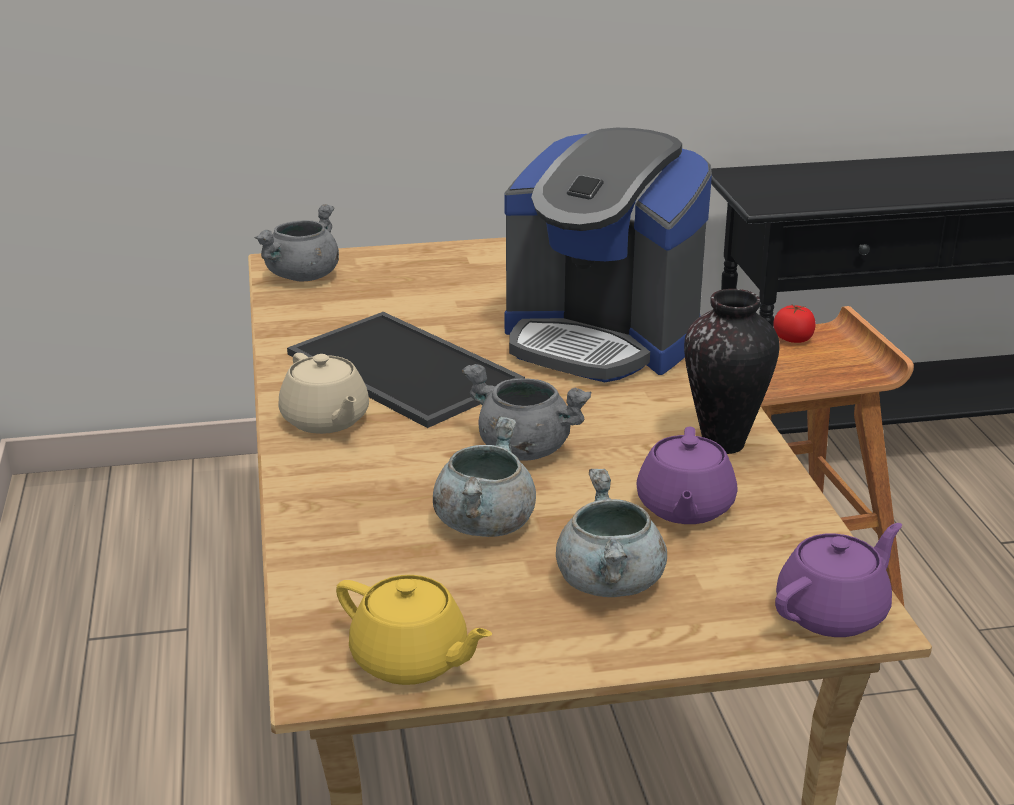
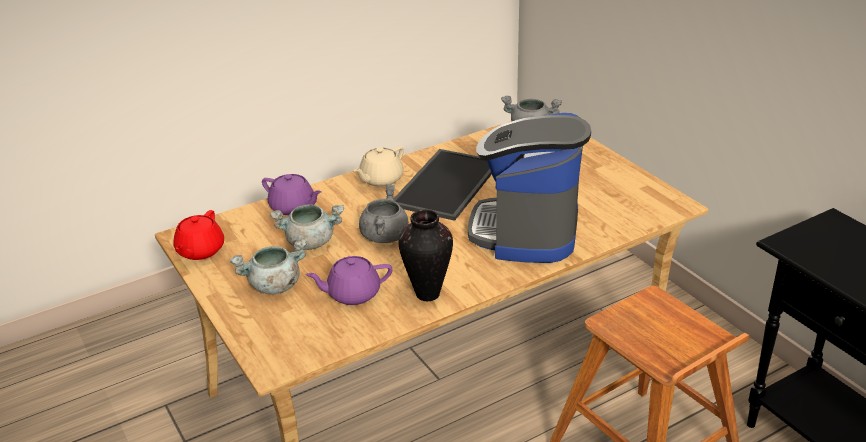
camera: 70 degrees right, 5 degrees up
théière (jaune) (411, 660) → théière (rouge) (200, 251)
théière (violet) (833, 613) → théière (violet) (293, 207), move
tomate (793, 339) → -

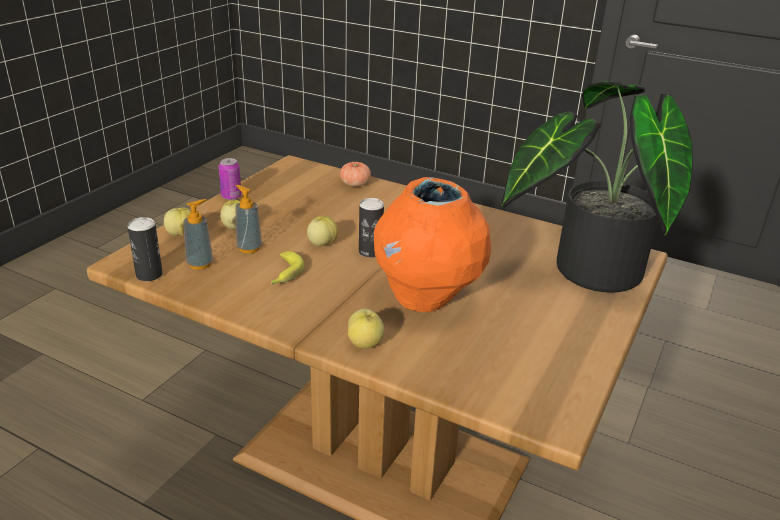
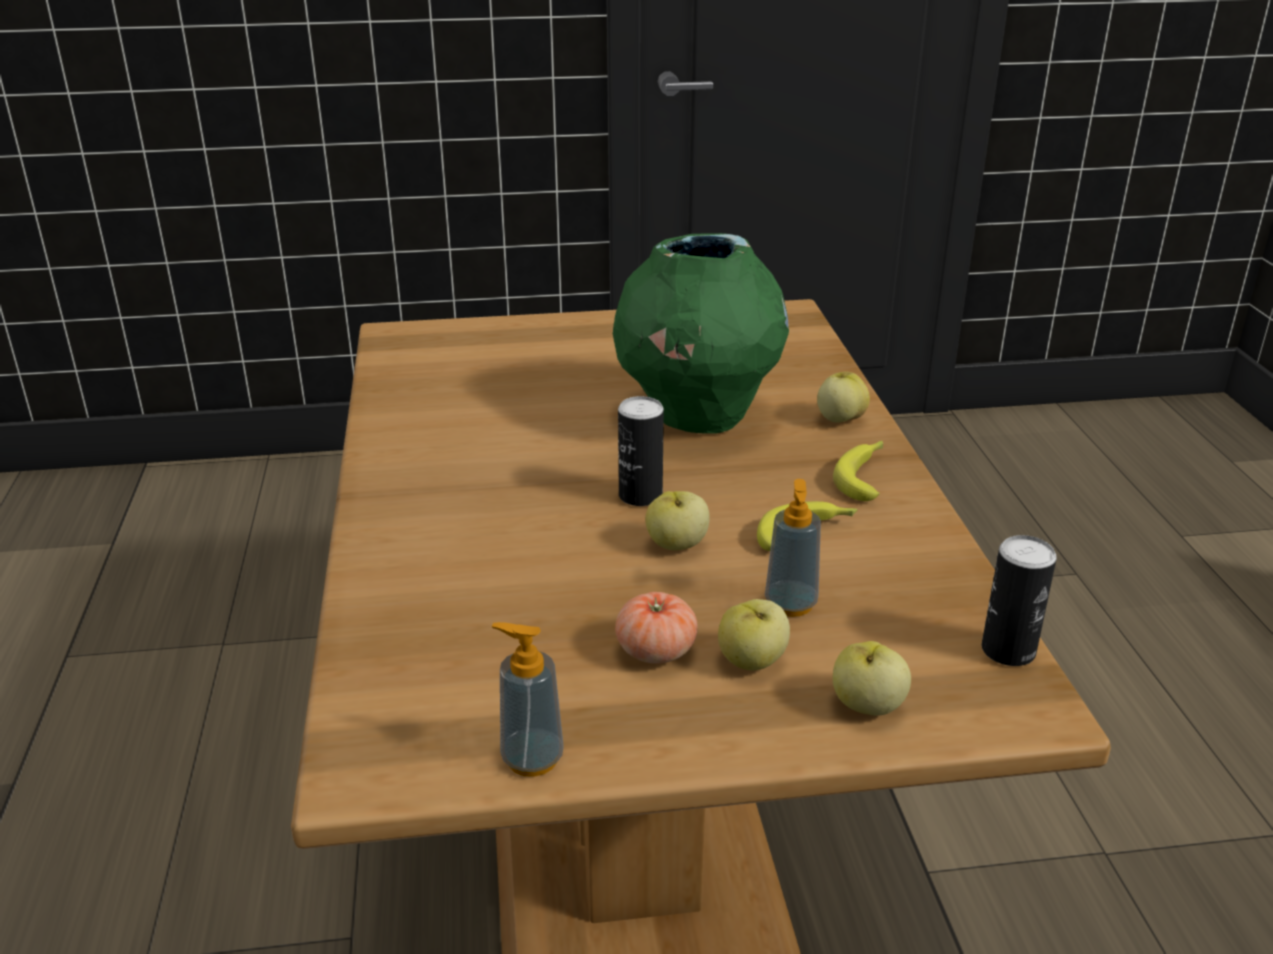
camera: 125 degrees left, 0 degrees up
distributeur de savon (200, 264) → distributeur de savon (532, 758), move
vase (orange) (426, 299) → vase (vert) (697, 417)
tomate (355, 184) → tomate (656, 650), move
- → banane (865, 476)
boîte métallique (231, 196) → -
plante en pot (587, 269) → -

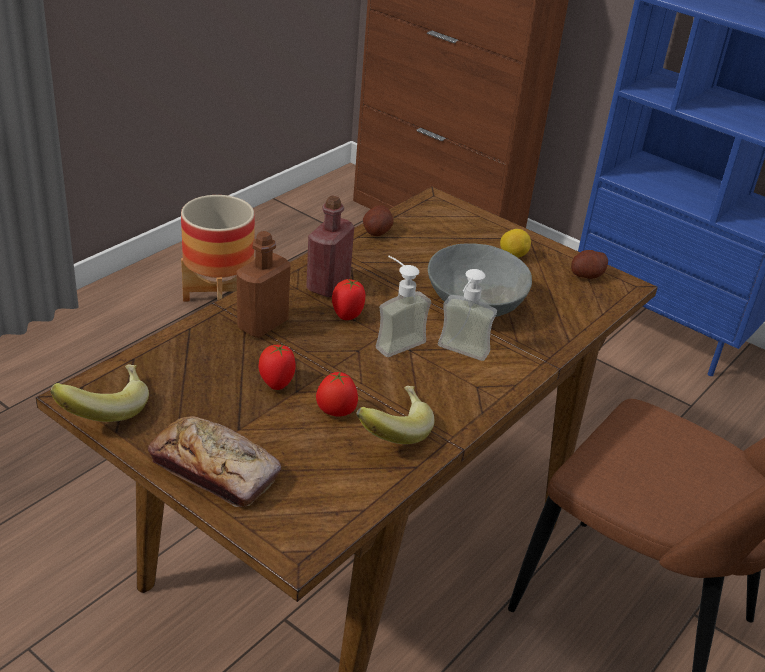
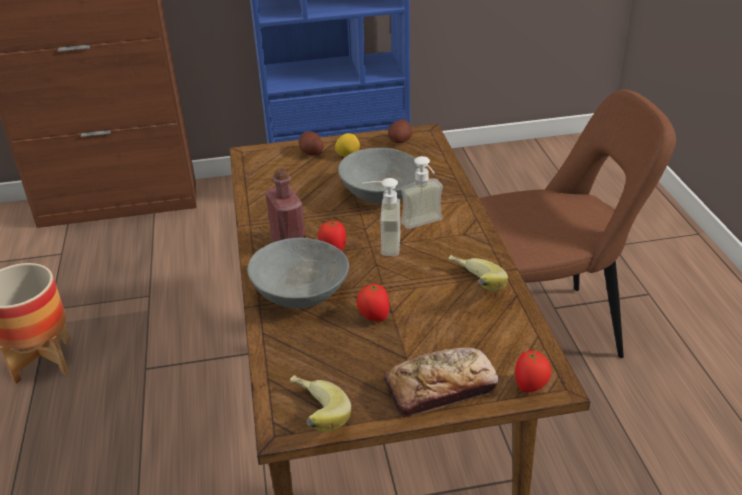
camera: 45 degrees left, 0 degrees up
bouteille (marron) (262, 324) → bol (gris) (299, 294)
pomme de terre (376, 231) → pomme de terre (311, 152), move
tomate (336, 412) → tomate (530, 386), move

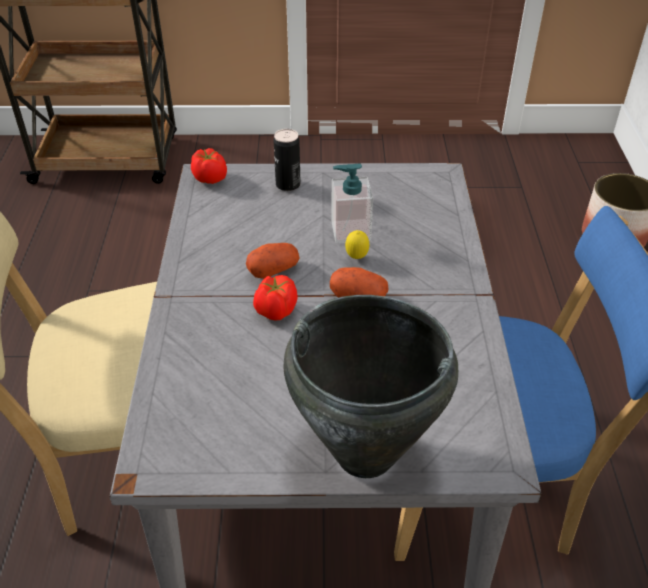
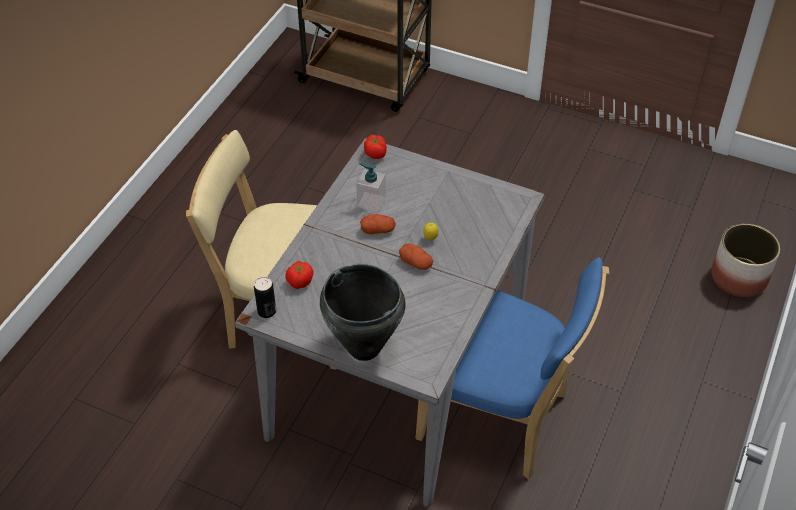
camera: 25 degrees right, 5 degrees up
boîte métallique (288, 184) → boîte métallique (267, 311), move
tomate (275, 310) → tomate (299, 282), move
distributeur de savon (350, 231) → distributeur de savon (371, 202), move

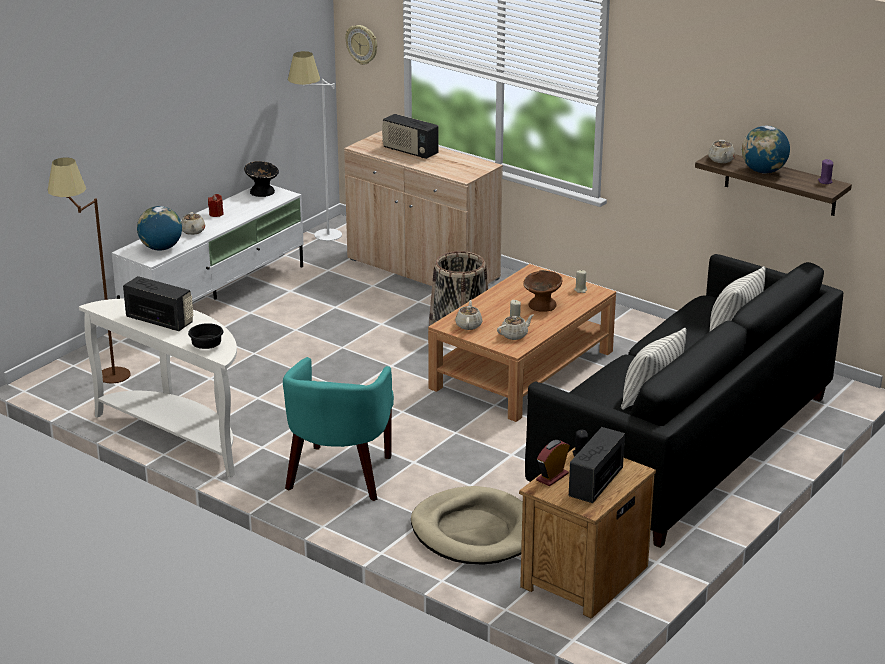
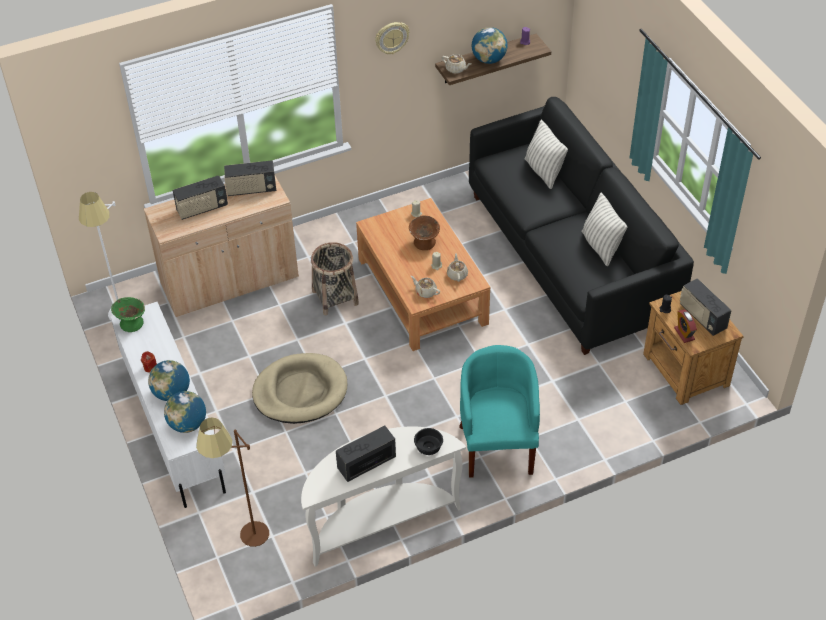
camera: 60 degrees left, 20 degrees up
bol (noir) (262, 192) → bol (vert) (131, 323)
théière (beige) (193, 231) → globe (172, 393)
- → radio (251, 189)
panier pour chien (beige) (475, 531) → panier pour chien (beige) (300, 391), move
horloge murale (362, 44) → horloge murale (391, 37), move
fauteuil (turquoise) (340, 476) → fauteuil (turquoise) (497, 445), 135 degrees counterclockwise

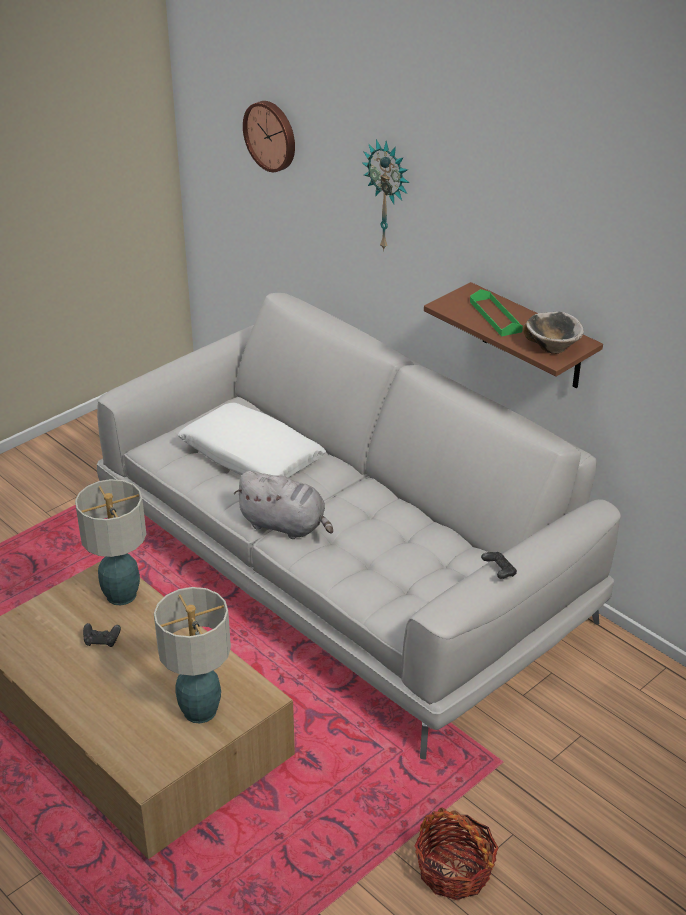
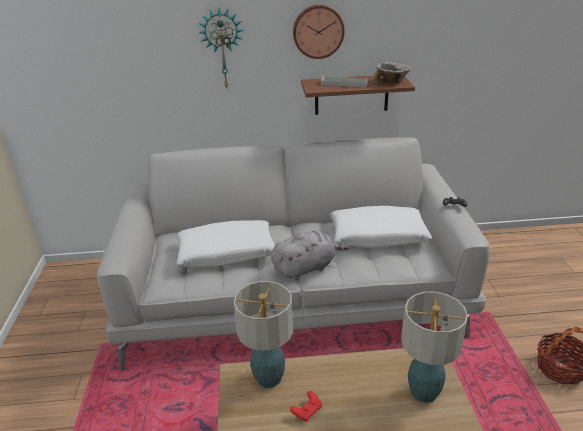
camera: 50 degrees left, 5 degrees down
manette (noir) (102, 641) → manette (rouge) (307, 411)
horloge murale (271, 135) → horloge murale (318, 31), move
plateau (vert) (495, 316) → plateau (gris) (344, 83)
- → coussin (blanc) (378, 236)

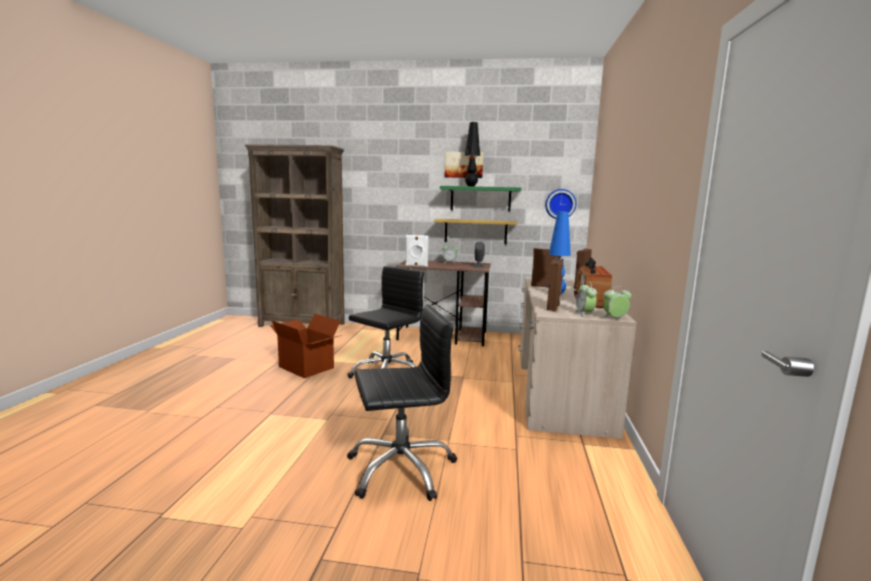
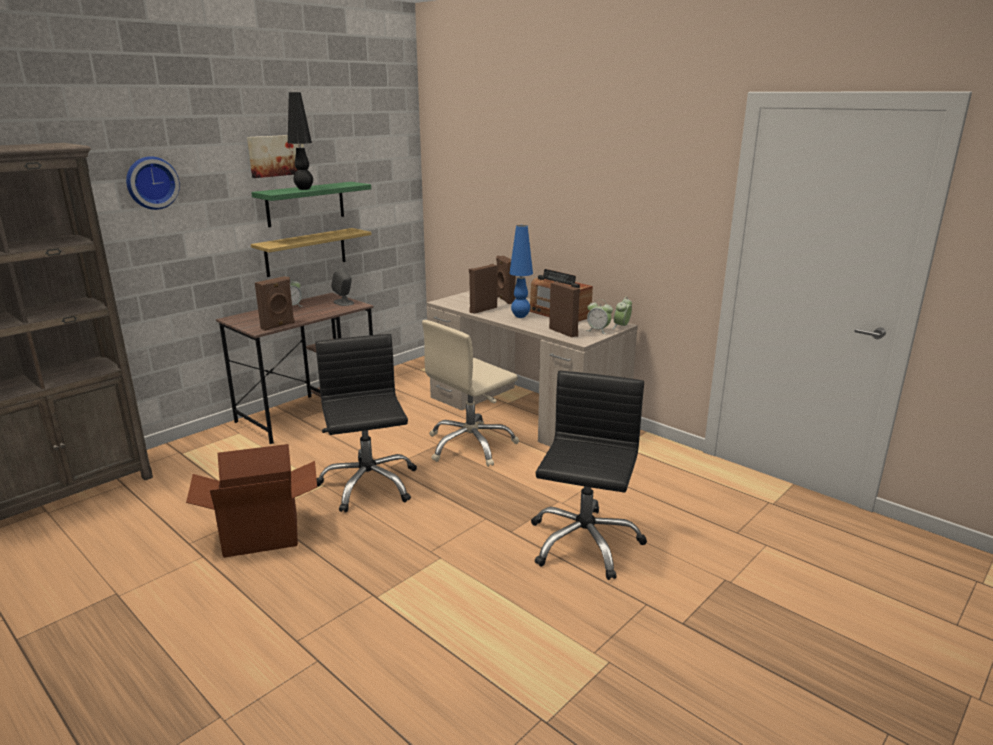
camera: 55 degrees left, 10 degrees up
horloge murale (560, 204) → horloge murale (151, 182), move
enceinte (blanc) (416, 266) → enceinte (marron) (278, 326)
- → chaise de bureau (beige) (471, 445)

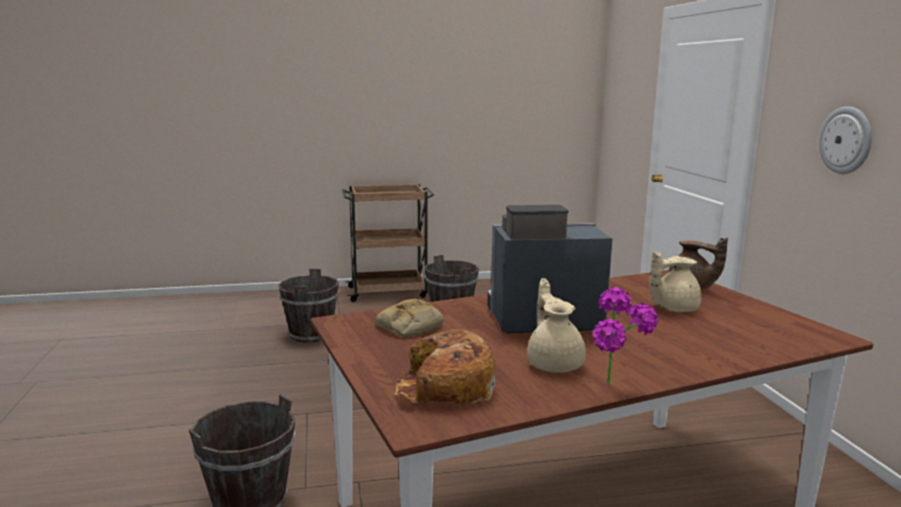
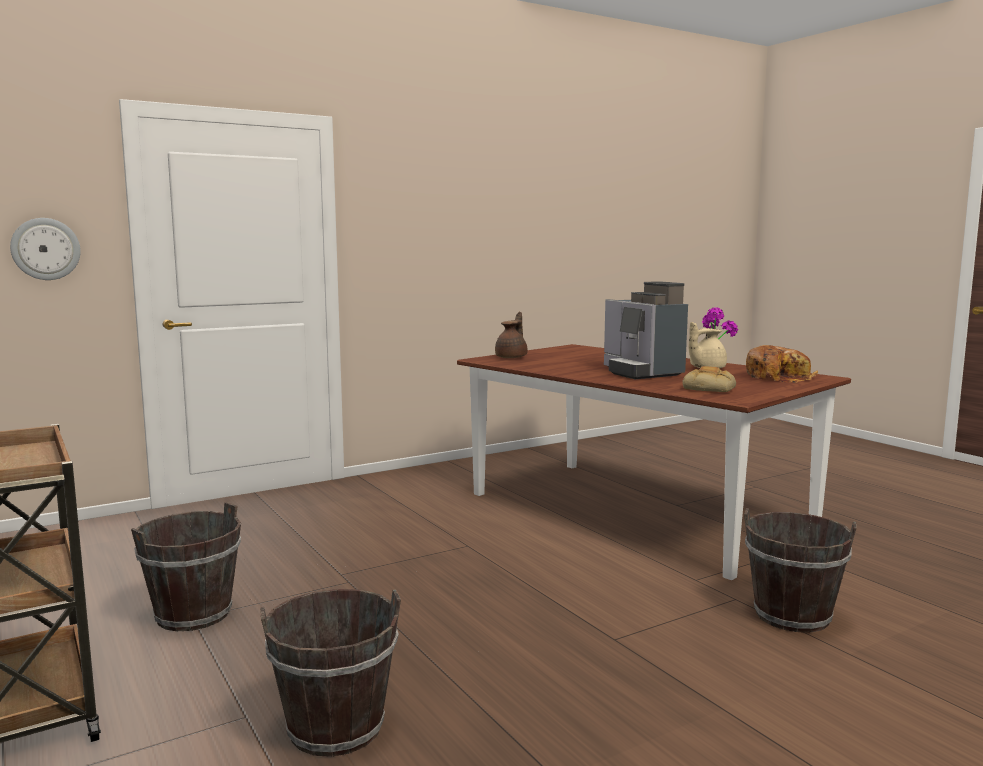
camera: 110 degrees left, 5 degrees down
horloge murale (846, 140) → horloge murale (46, 249), move
théière (beige) (672, 308) → -

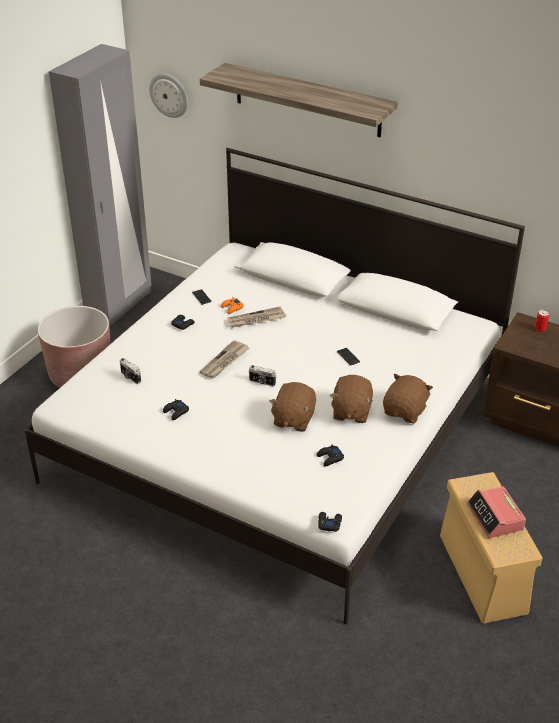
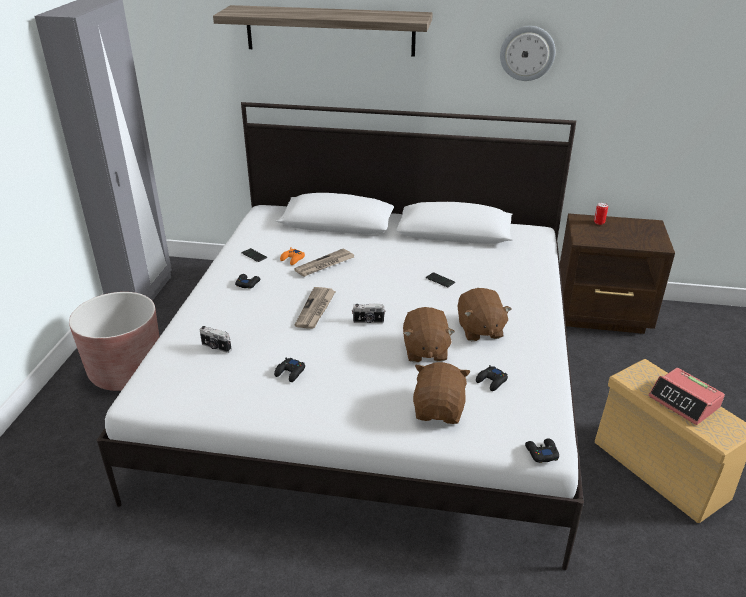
camera: 20 degrees left, 5 degrees down
peluche (marron) (405, 411) → peluche (marron) (439, 410), move
horloge murale (169, 95) → horloge murale (527, 53), move

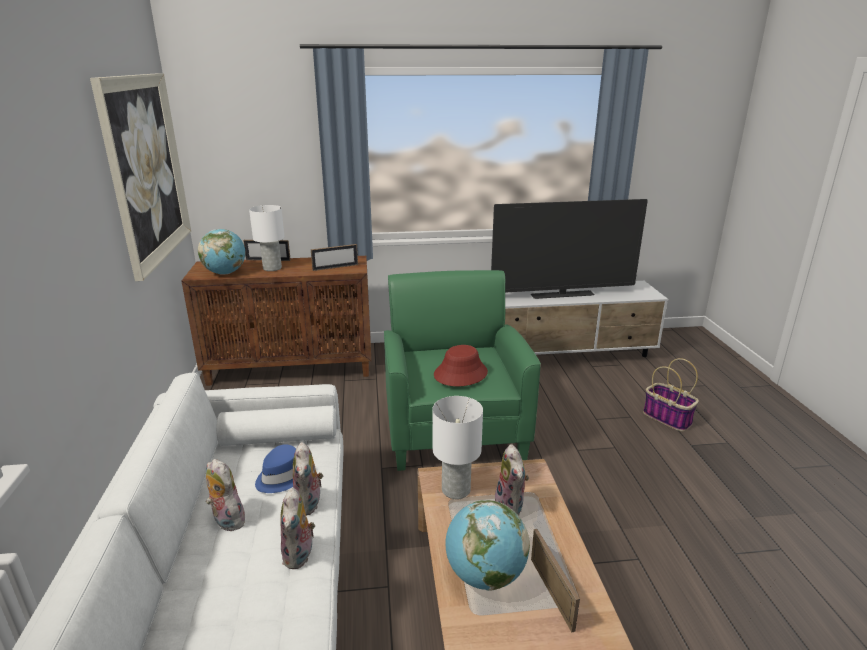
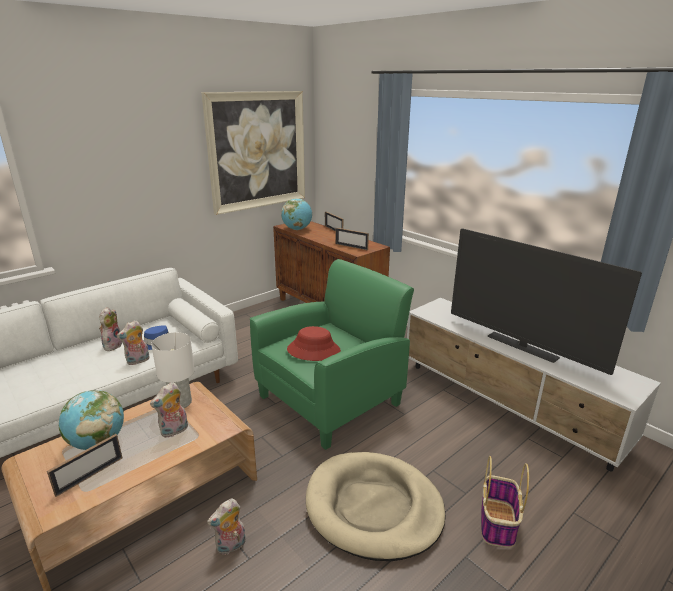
camera: 55 degrees right, 0 degrees up
peluche (300, 556) → peluche (231, 546), move
- → panier pour chien (beige) (373, 507)
lampe de table (blanc) (273, 268) → -

